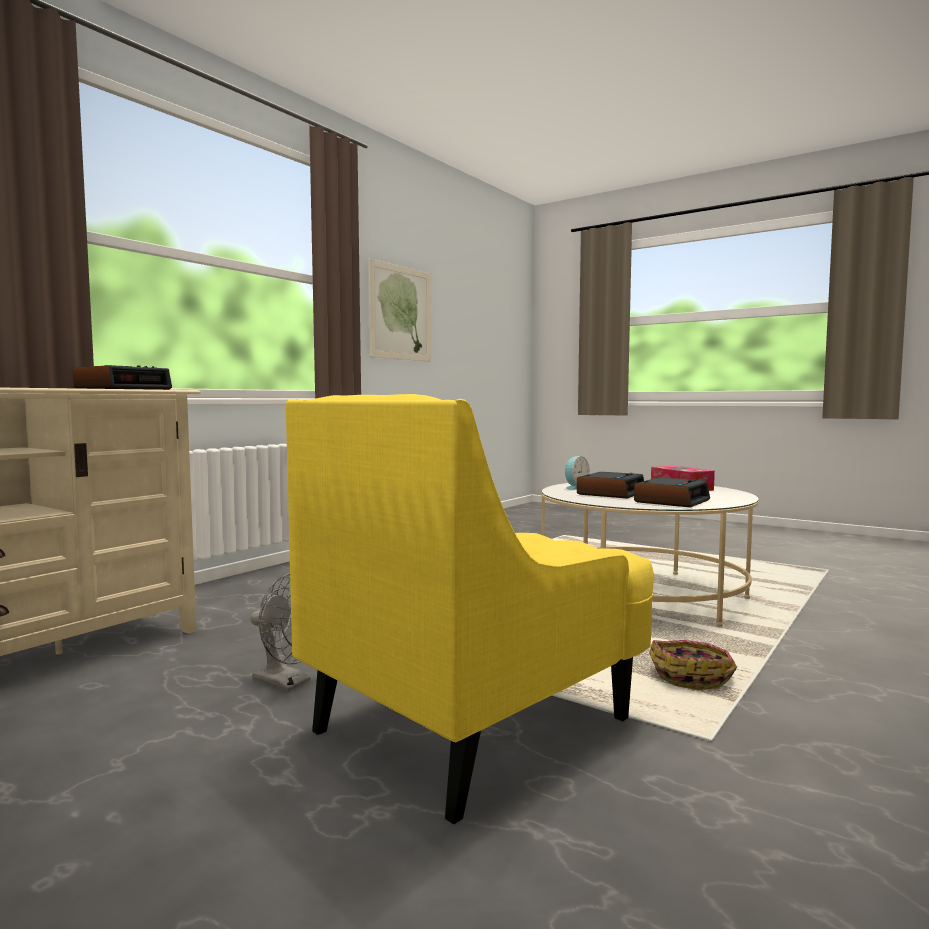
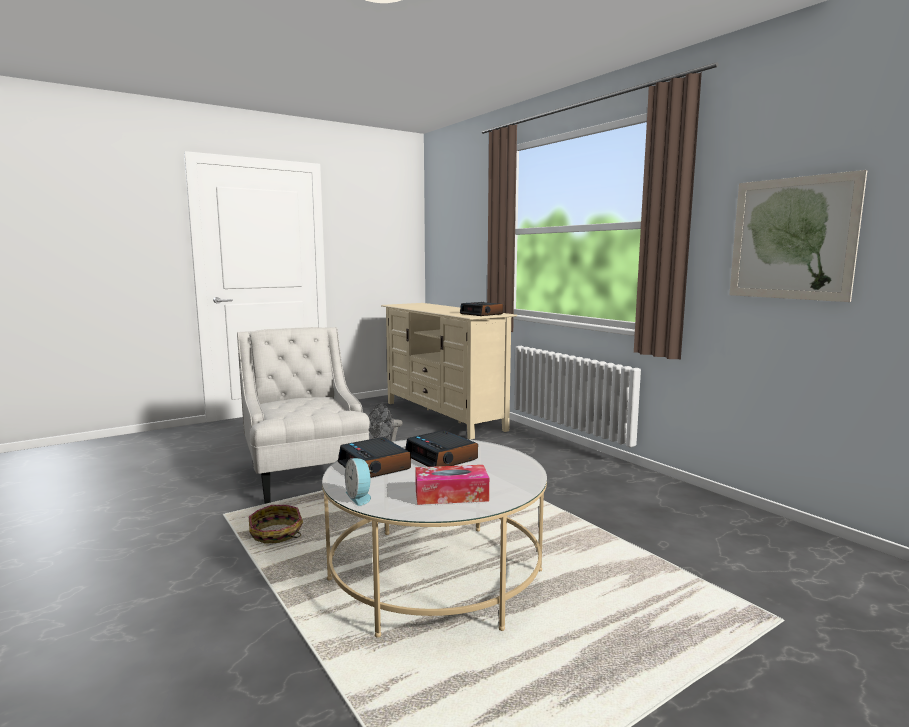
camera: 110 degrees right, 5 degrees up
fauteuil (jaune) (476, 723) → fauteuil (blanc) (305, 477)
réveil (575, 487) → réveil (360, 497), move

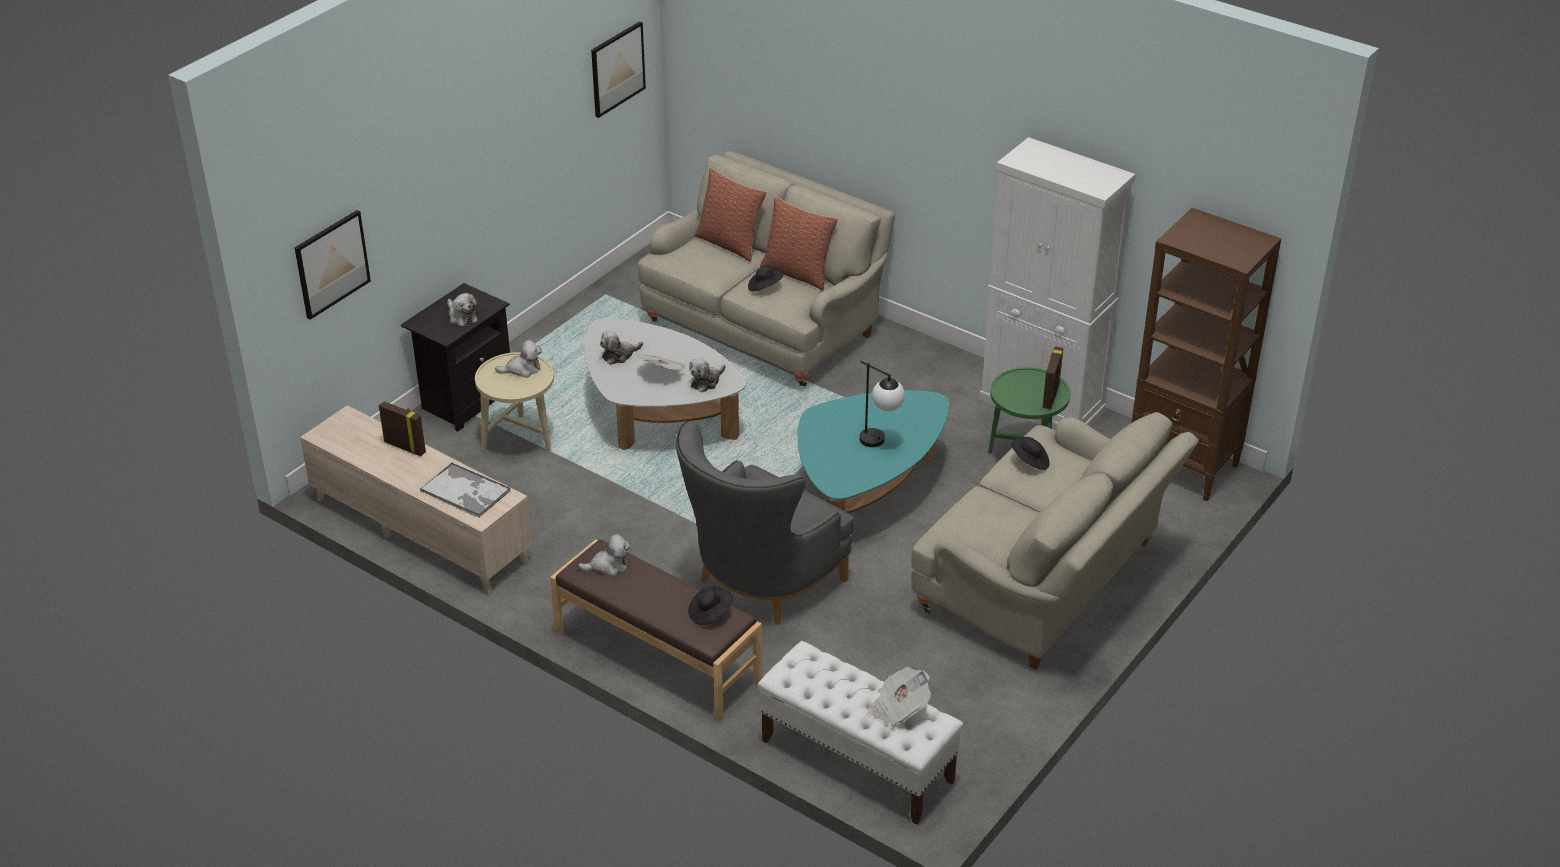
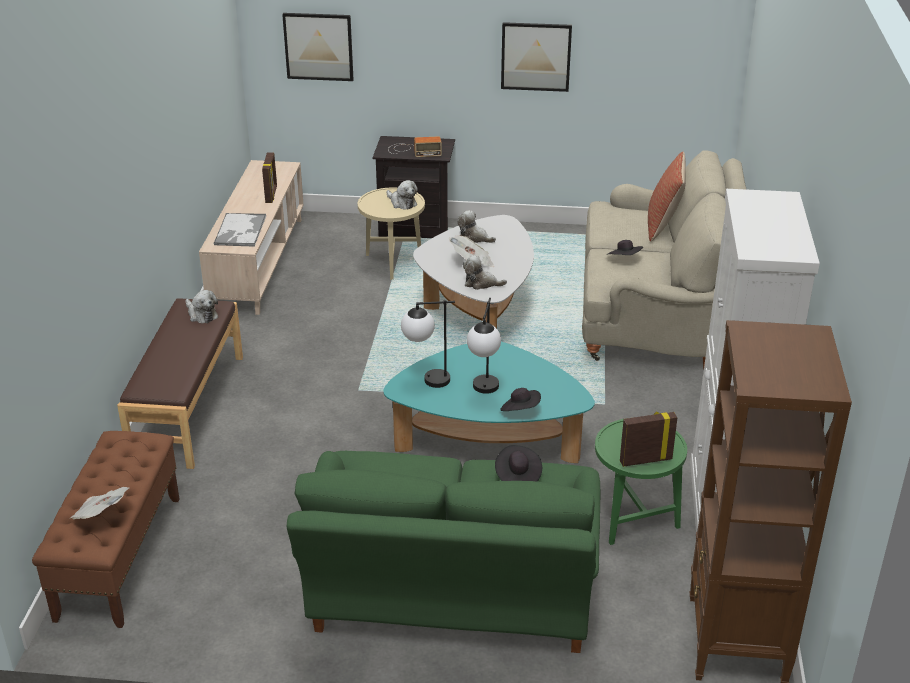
camera: 60 degrees right, 5 degrees down
banc (blanc) (856, 760) → banc (marron) (119, 556)
canapé (beige) (1046, 582) → canapé (vert) (452, 597)
peluche (461, 316) → radio (413, 151)
- → lampe de table (426, 381)
tableau (617, 69) → tableau (536, 56), move
chapeau (noir) (709, 613) → chapeau (noir) (520, 410), move
fauteuil (gris) (758, 586) → -
coussin (798, 273) → -

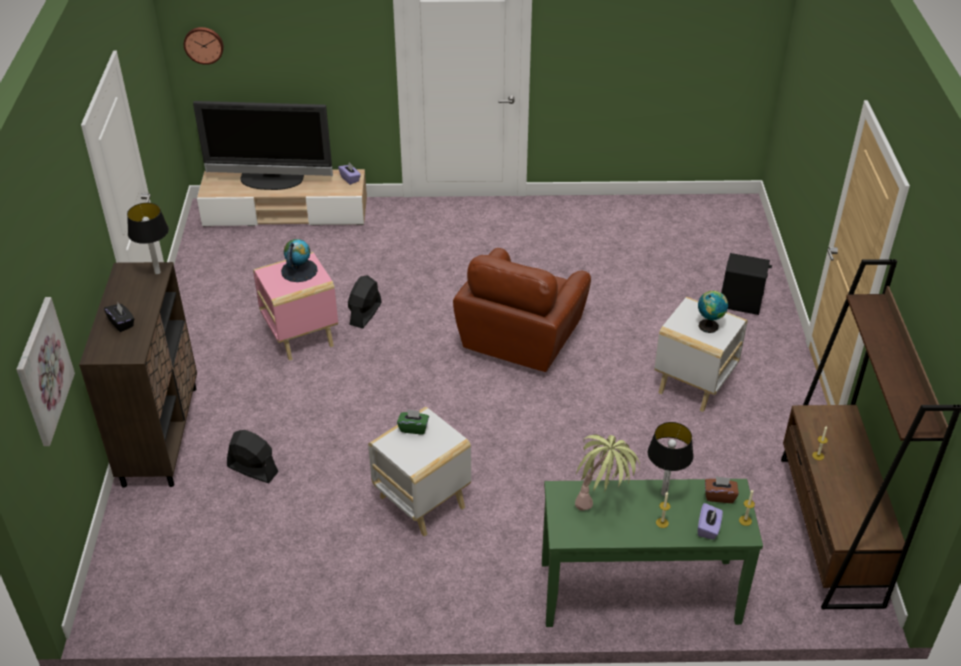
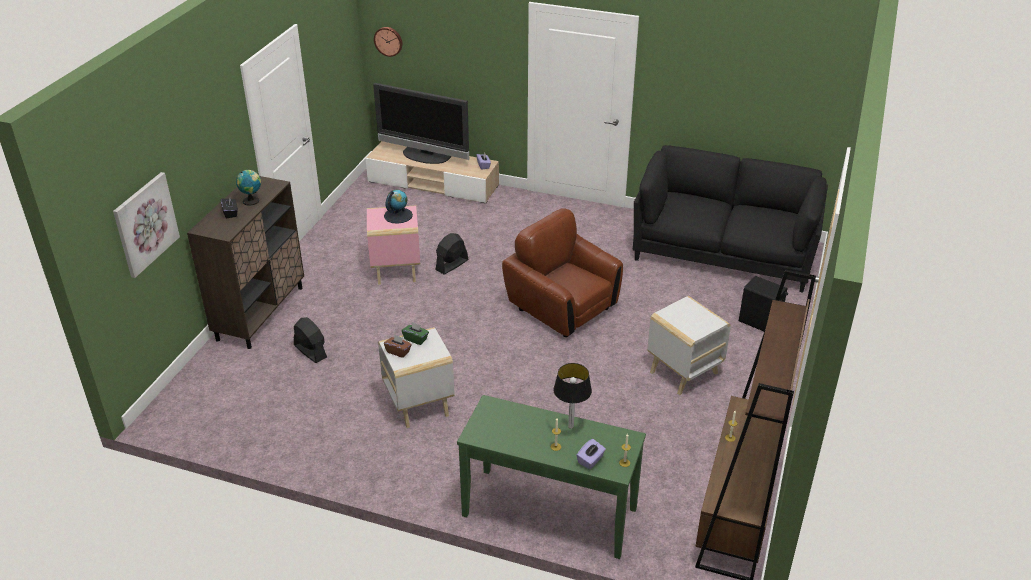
camera: 20 degrees right, 5 degrees down
globe (709, 325) → globe (252, 201), move
boîte à mouchoirs (marron) (719, 496) → boîte à mouchoirs (marron) (398, 352), move
fauteuil (marron) (522, 338) → fauteuil (marron) (562, 308), 90 degrees clockwise
- → canapé (noir) (724, 252)
lampe de table (157, 272) → -
plante en pot (602, 502) → -

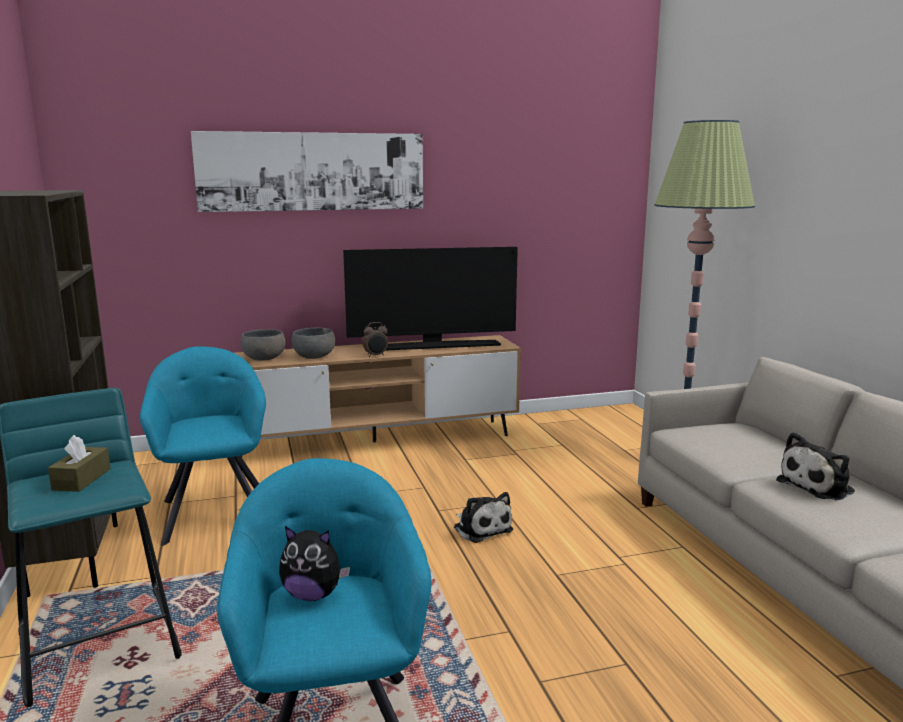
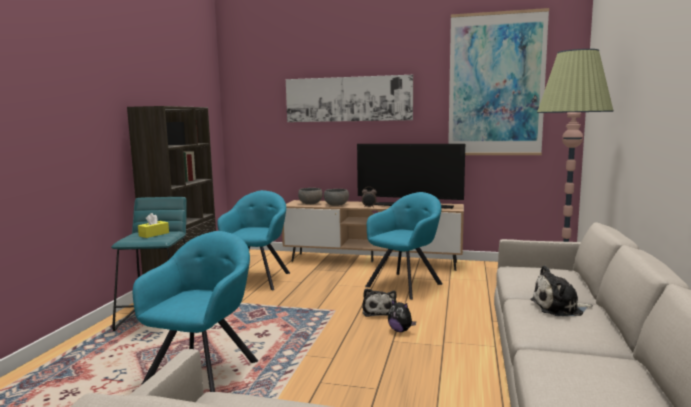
camera: 30 degrees right, 5 degrees down
boîte à mouchoirs (marron) (82, 479) → boîte à mouchoirs (jaune) (154, 234)
- → fauteuil (turquoise) (405, 284)
peluche (313, 595) → peluche (400, 330), move
- → tableau (496, 85)

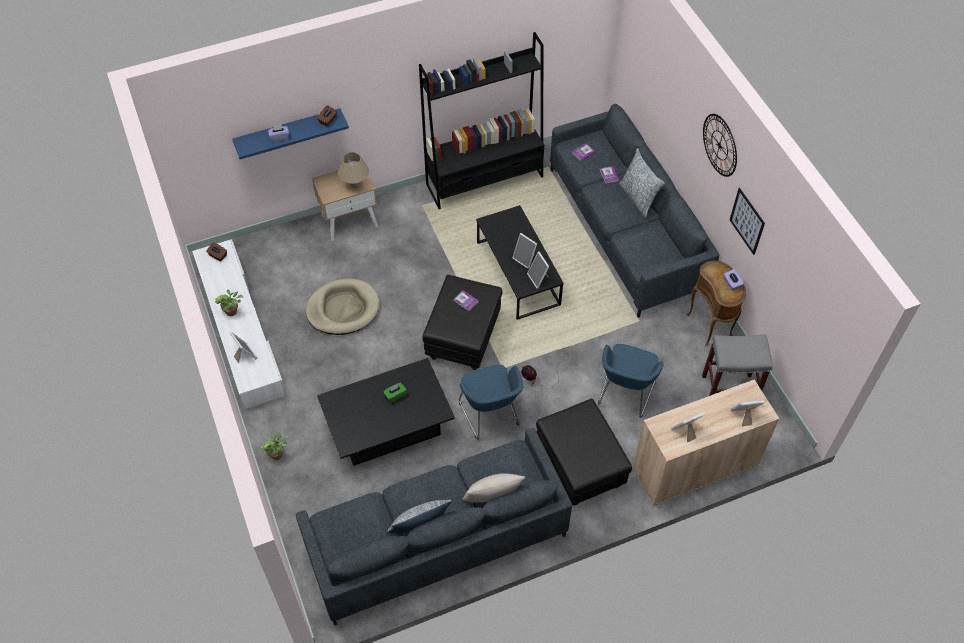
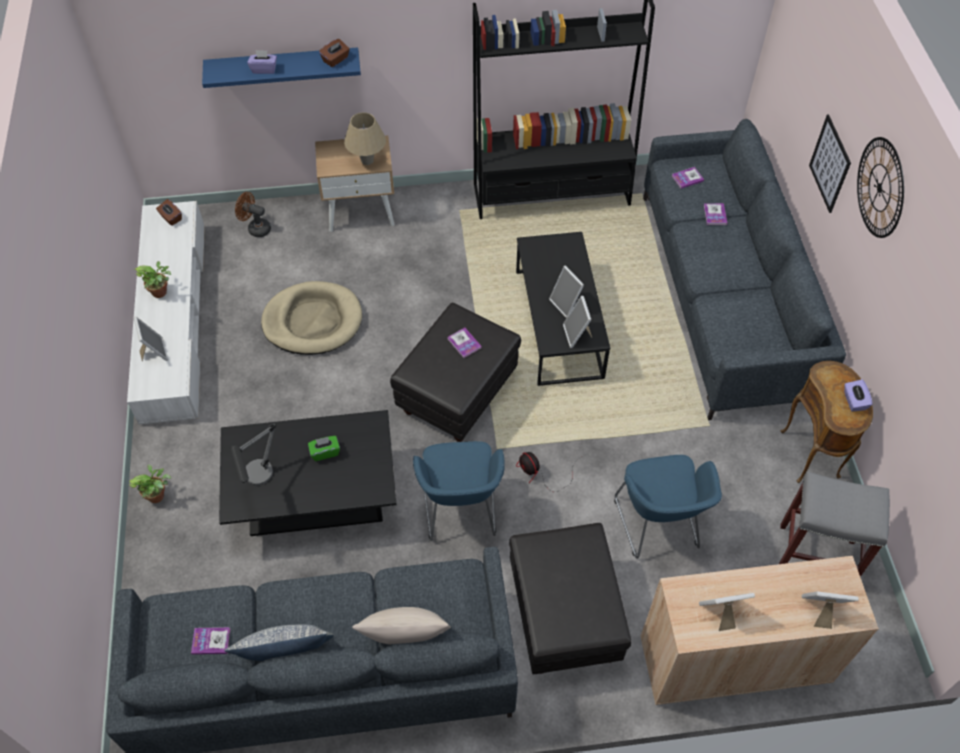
camera: 15 degrees right, 0 degrees up
- → livre (211, 641)
- → lampe de table (259, 480)
- → ventilateur (marron) (256, 228)
fauteuil (bleu) (624, 395) → fauteuil (bleu) (658, 526), 45 degrees counterclockwise
tableau (747, 221) → tableau (830, 164), move
coussin (638, 198) → -

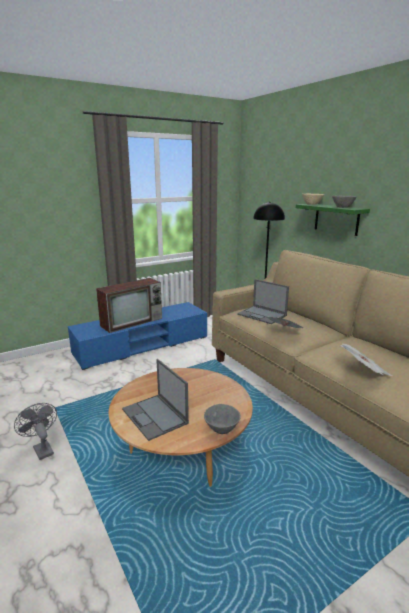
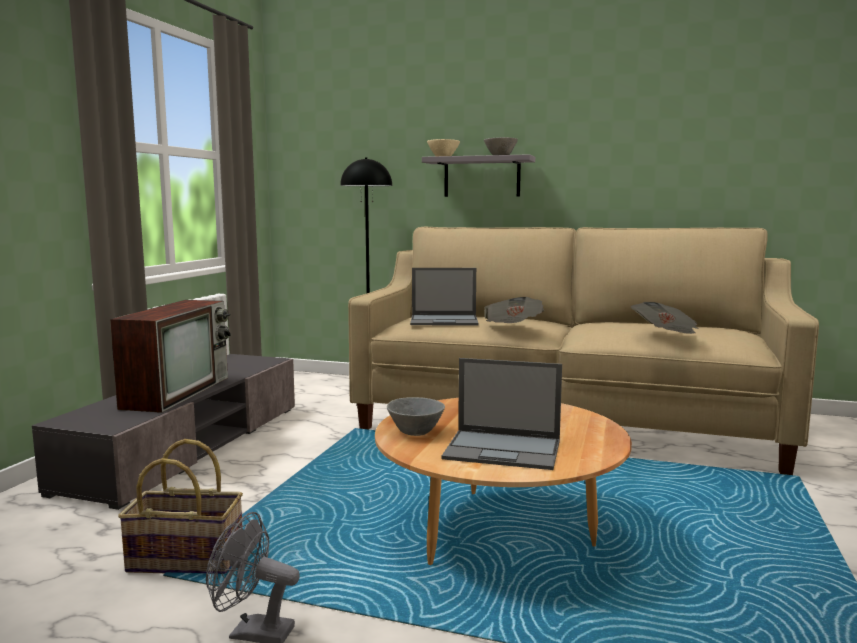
camera: 40 degrees left, 10 degrees down
meuble télé (bleu) (142, 345) → meuble télé (gris) (189, 446)
- → panier (187, 559)
bol (gris) (220, 429) → bol (gris) (414, 432), move
étagère (vert) (336, 219) → étagère (gris) (482, 177)

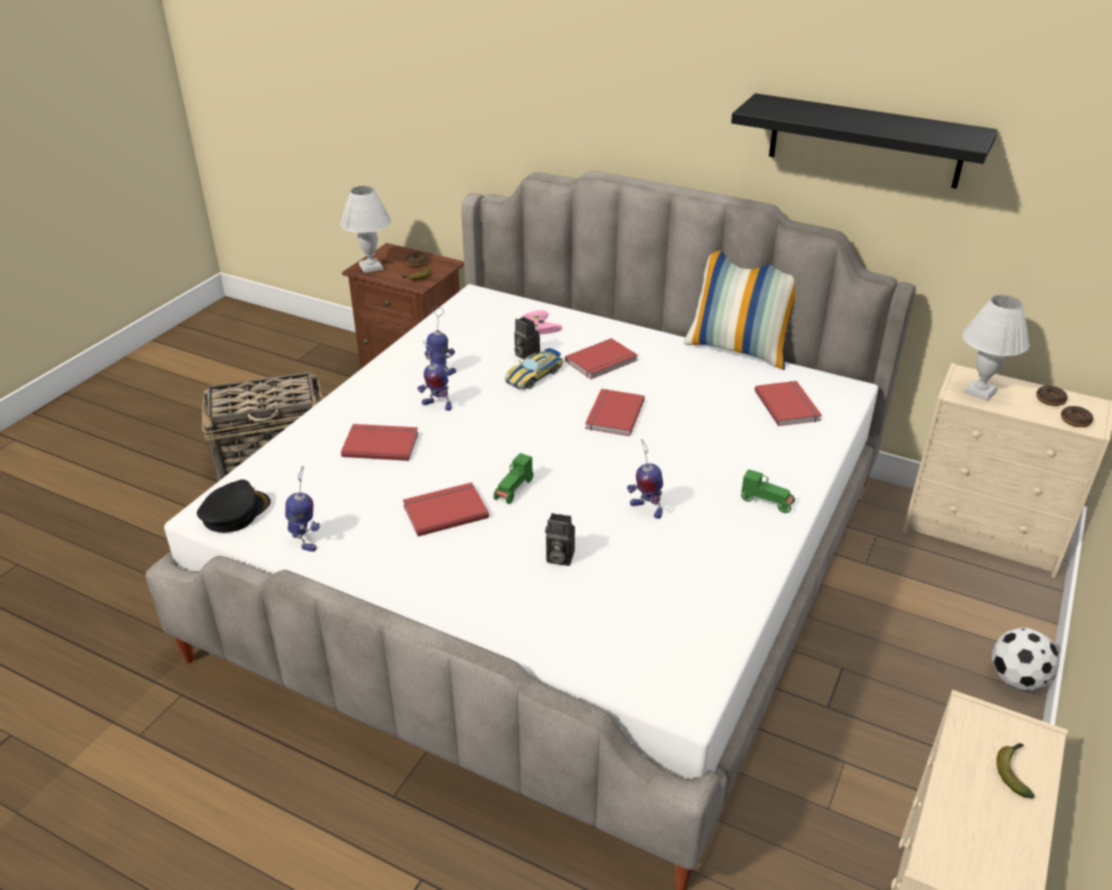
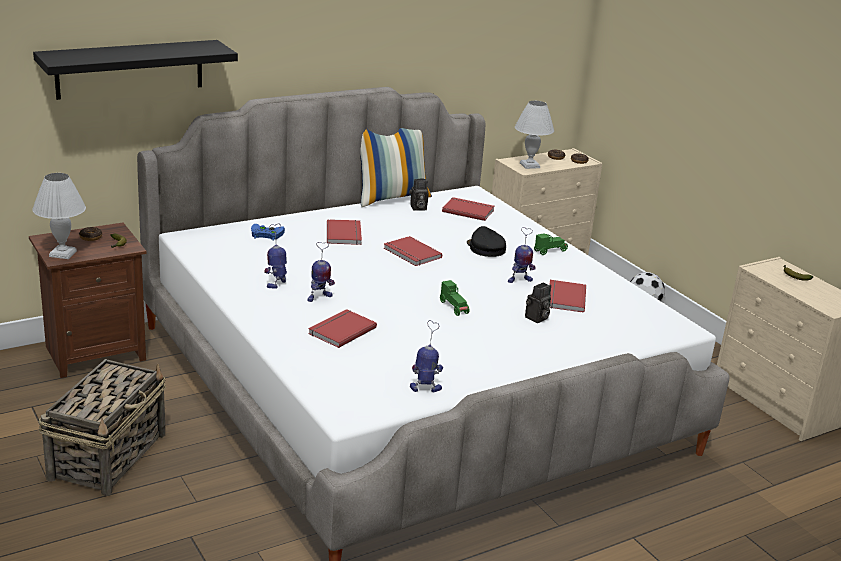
camera: 60 degrees left, 10 degrees down
étagère (noir) (865, 141) → étagère (noir) (130, 69), move
manette (rose) (538, 325) → manette (bleu) (265, 234)
appareil photo (525, 355) → appareil photo (417, 208), move
casquette (noir) (235, 512) → casquette (noir) (485, 248), move
livre (rouge) (444, 510) → livre (rouge) (564, 298), move
petite voiture (534, 375) → -

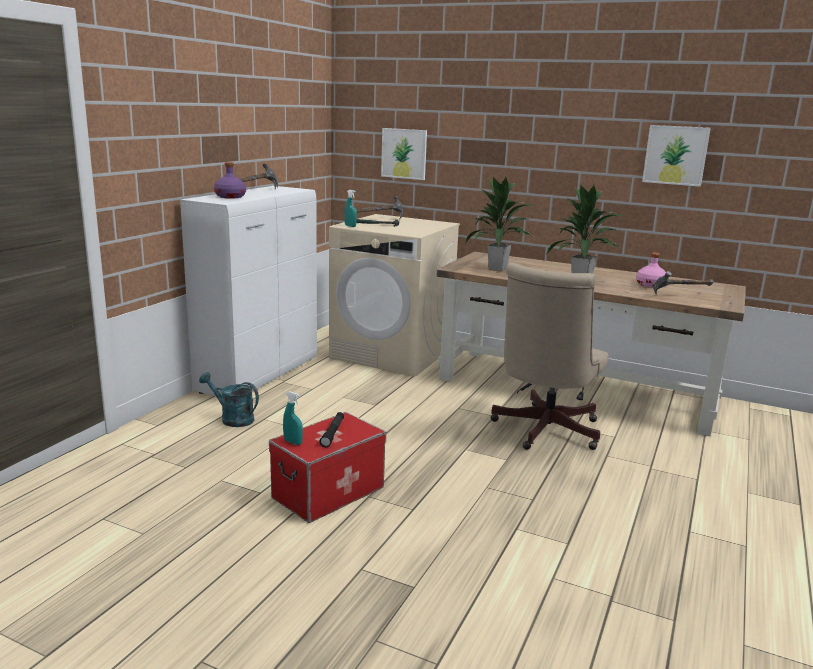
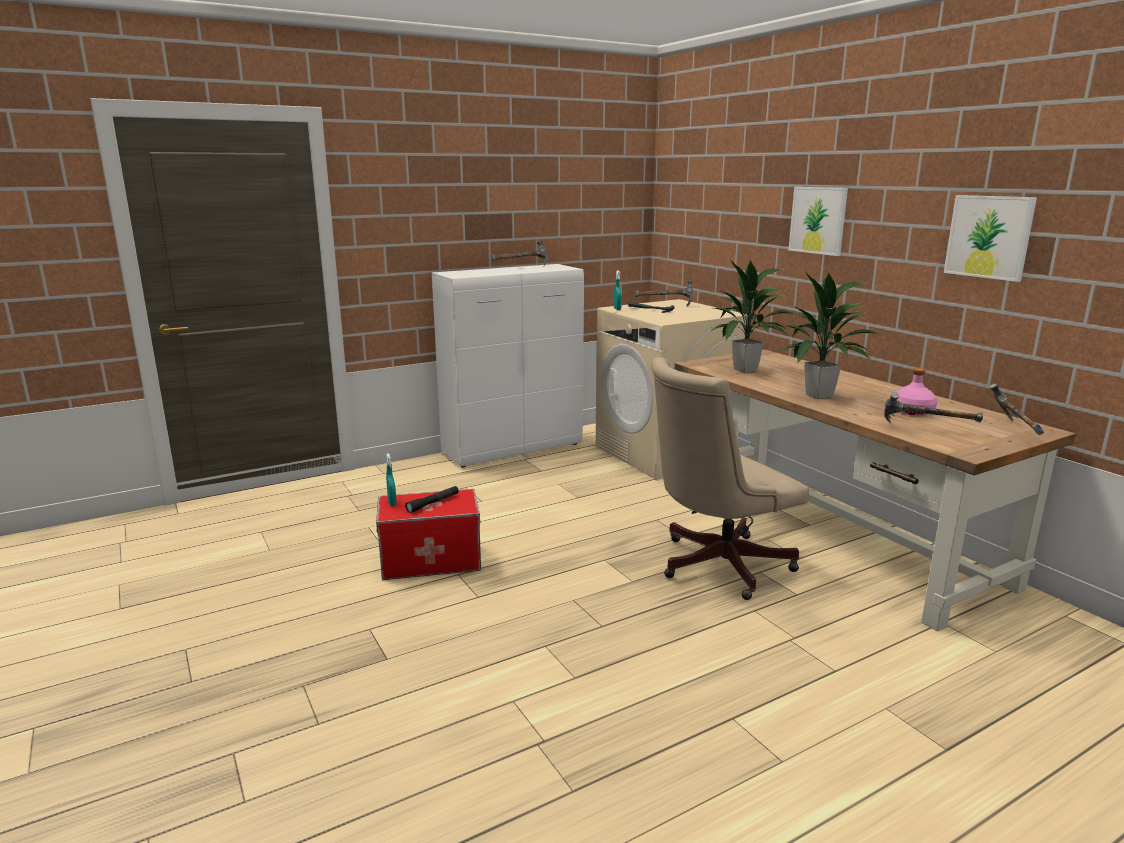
camera: 35 degrees right, 0 degrees up
tableau (404, 153) → tableau (818, 220), move
- → marteau (1013, 431)
arrosoir (turquoise) (232, 418) → -
bouteille (violet) (230, 197) → -

